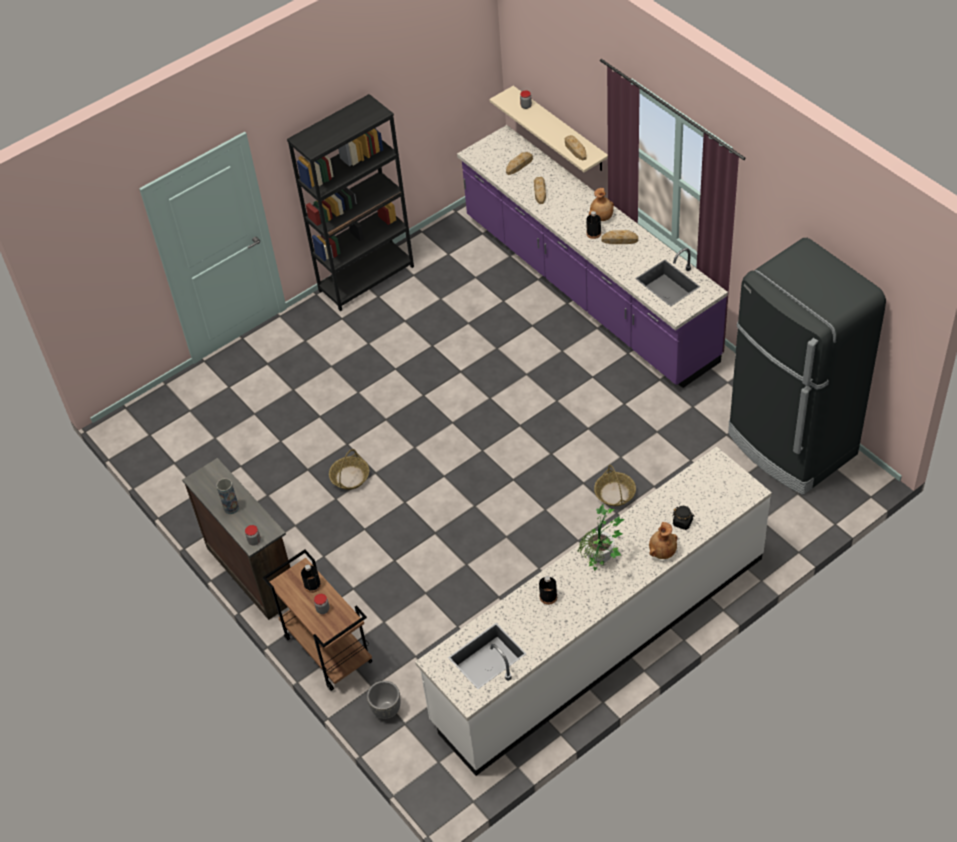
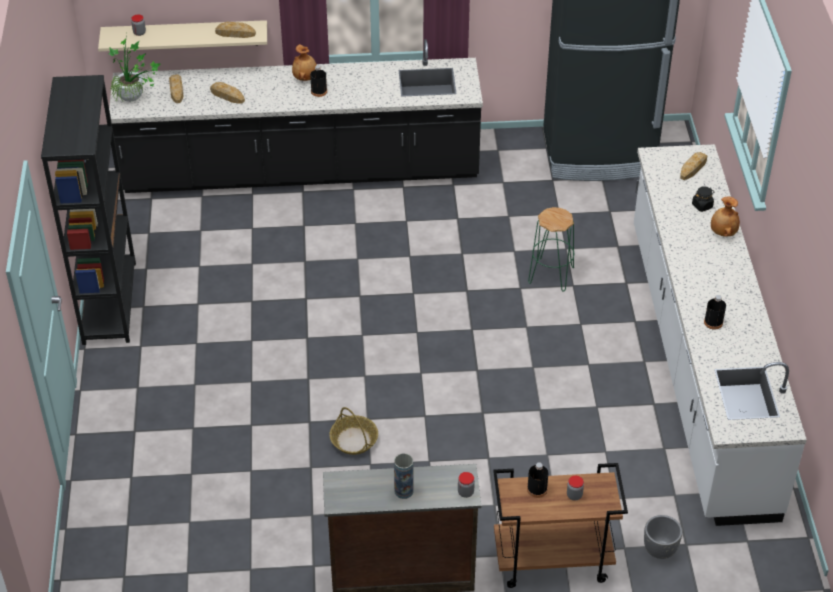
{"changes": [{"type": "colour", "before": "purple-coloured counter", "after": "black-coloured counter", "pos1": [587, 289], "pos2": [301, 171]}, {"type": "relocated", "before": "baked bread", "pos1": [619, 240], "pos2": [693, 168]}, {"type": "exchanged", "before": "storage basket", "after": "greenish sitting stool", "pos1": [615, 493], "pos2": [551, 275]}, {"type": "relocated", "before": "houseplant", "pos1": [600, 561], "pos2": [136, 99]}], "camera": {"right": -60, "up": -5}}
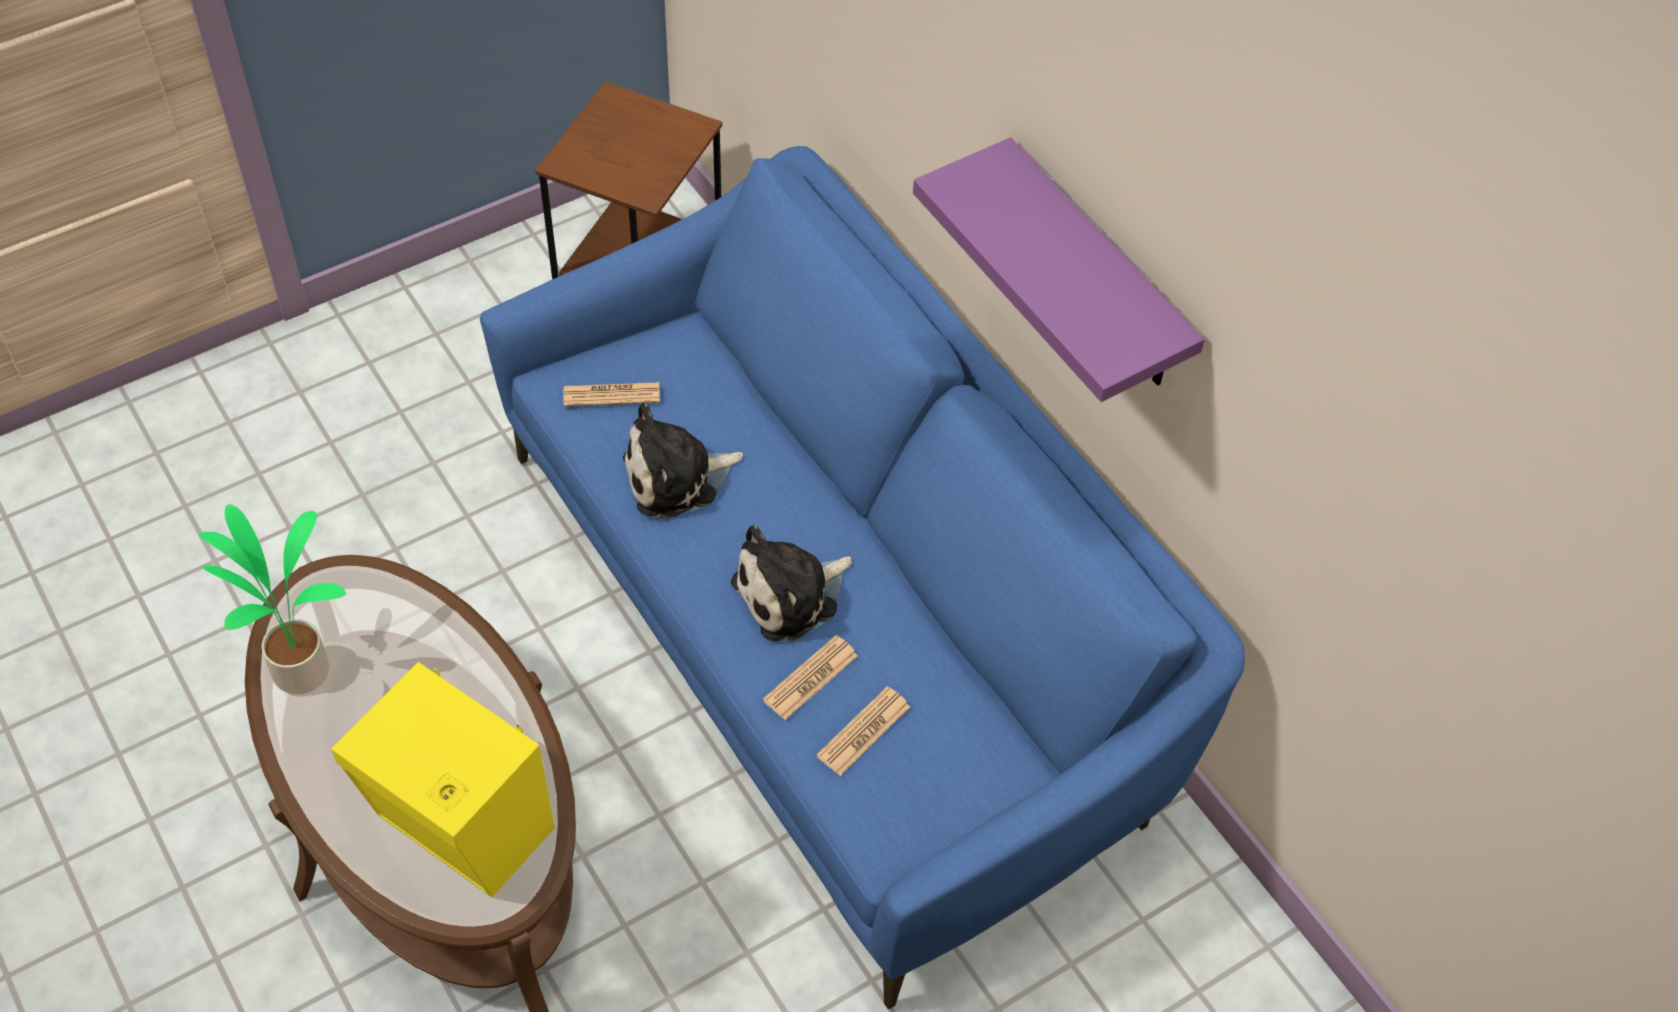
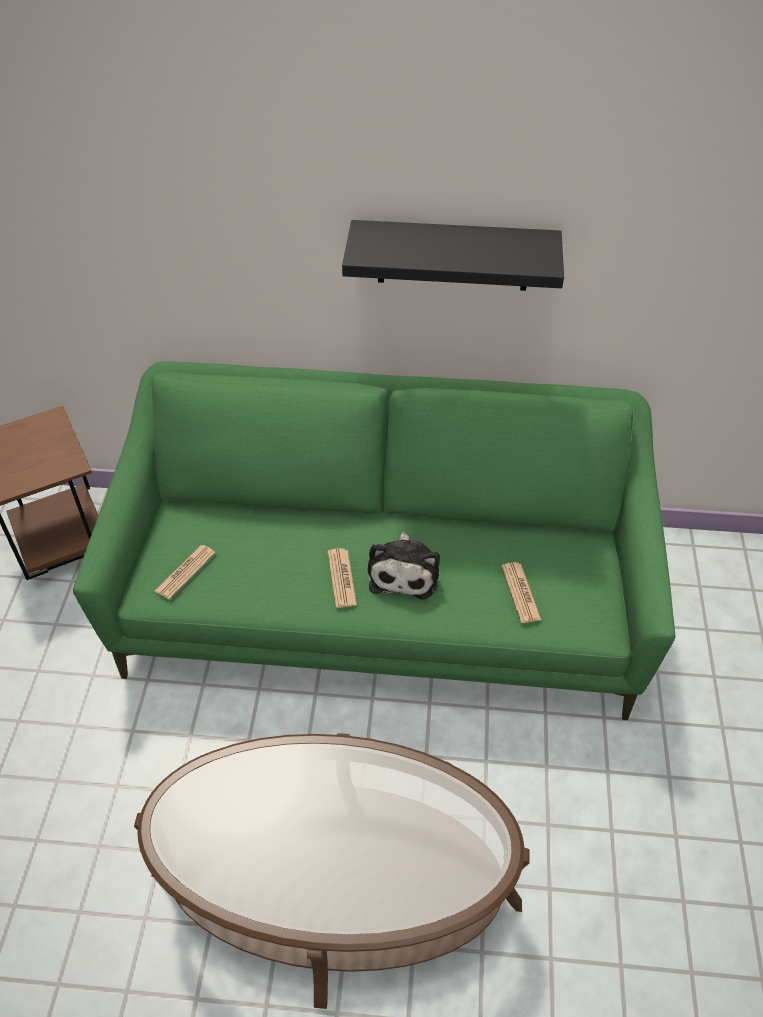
{"changes": [{"type": "colour", "before": "purple-coloured bracket shelf", "after": "black-coloured bracket shelf", "pos1": [1096, 271], "pos2": [453, 255]}, {"type": "colour", "before": "bluish couch", "after": "greenish couch", "pos1": [831, 636], "pos2": [381, 603]}, {"type": "missing", "before": "soft toy", "pos1": [677, 478]}, {"type": "missing", "before": "houseplant", "pos1": [300, 668]}, {"type": "relocated", "before": "printed paper", "pos1": [810, 678], "pos2": [341, 578]}, {"type": "missing", "before": "yellow-coloured audio speaker", "pos1": [462, 829]}], "camera": {"right": -50, "up": -5}}
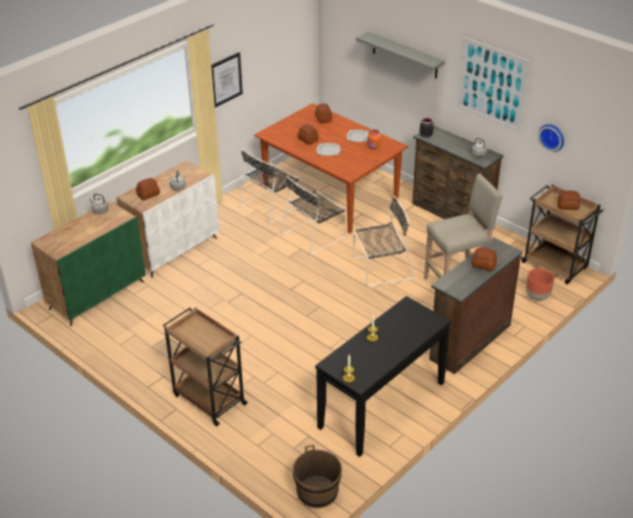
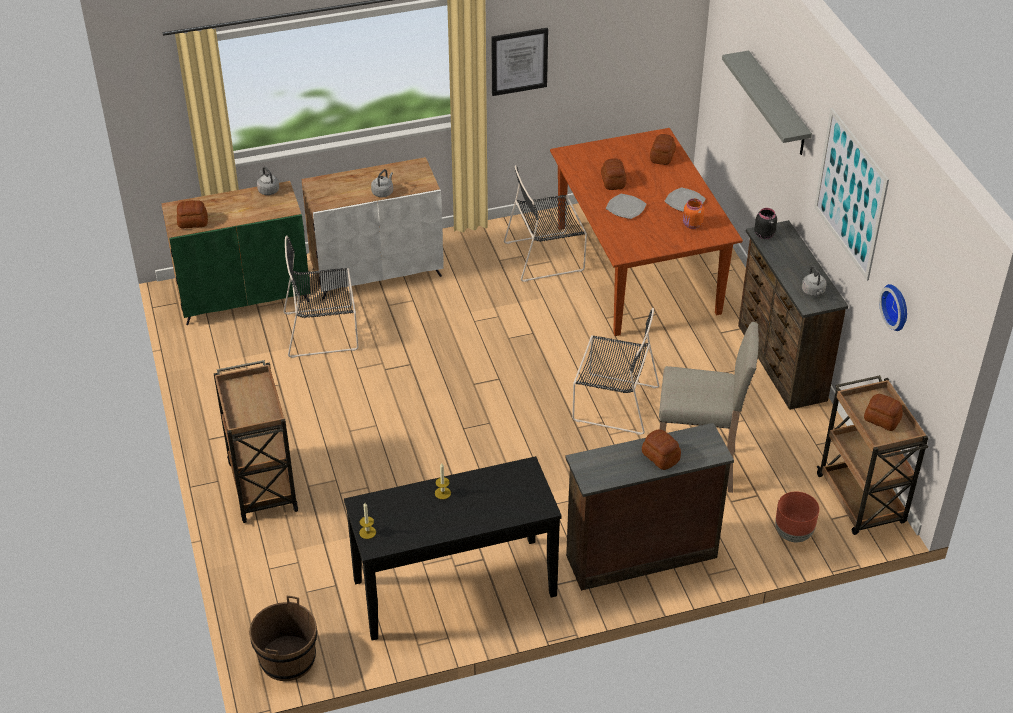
{"changes": [{"type": "relocated", "before": "black-coloured plain chair", "pos1": [315, 235], "pos2": [324, 331]}, {"type": "relocated", "before": "baked bread", "pos1": [148, 194], "pos2": [192, 222]}], "camera": {"right": 30, "up": 5}}
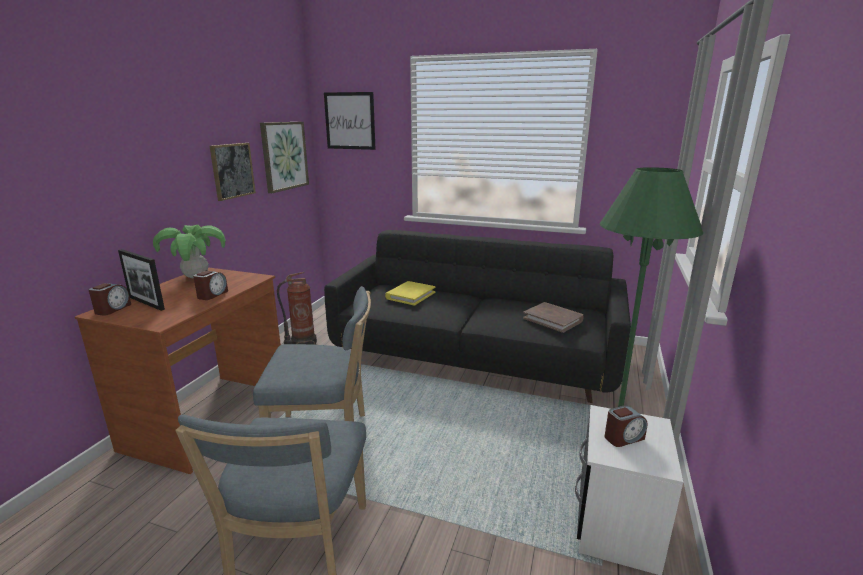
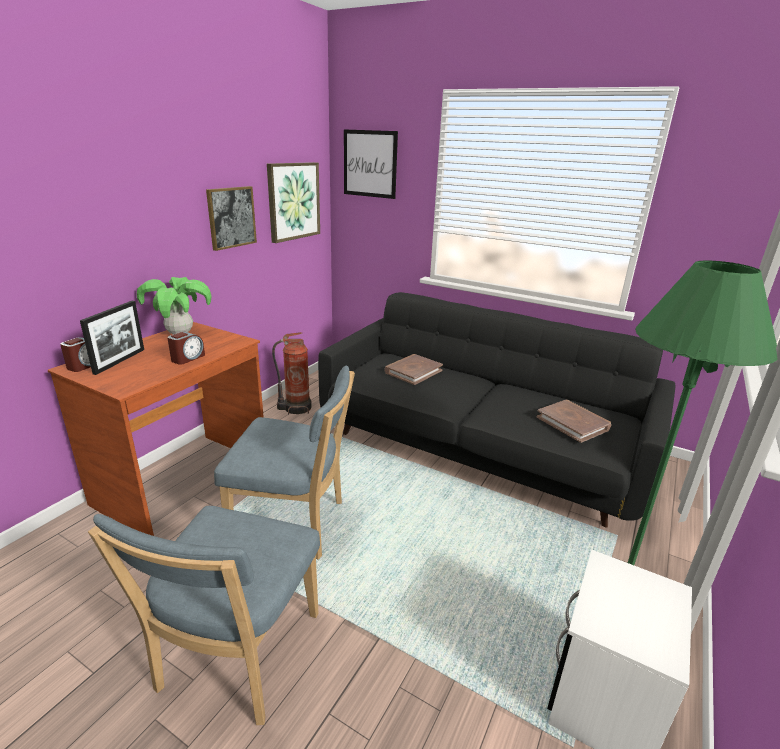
{"changes": [{"type": "spun", "before": "picture frame", "pos1": [146, 303], "pos2": [120, 361], "turn": -120}, {"type": "colour", "before": "yellow-coloured book", "after": "brownish book", "pos1": [410, 295], "pos2": [413, 371]}, {"type": "missing", "before": "table clock", "pos1": [623, 438]}], "camera": {"right": 10, "up": 5}}
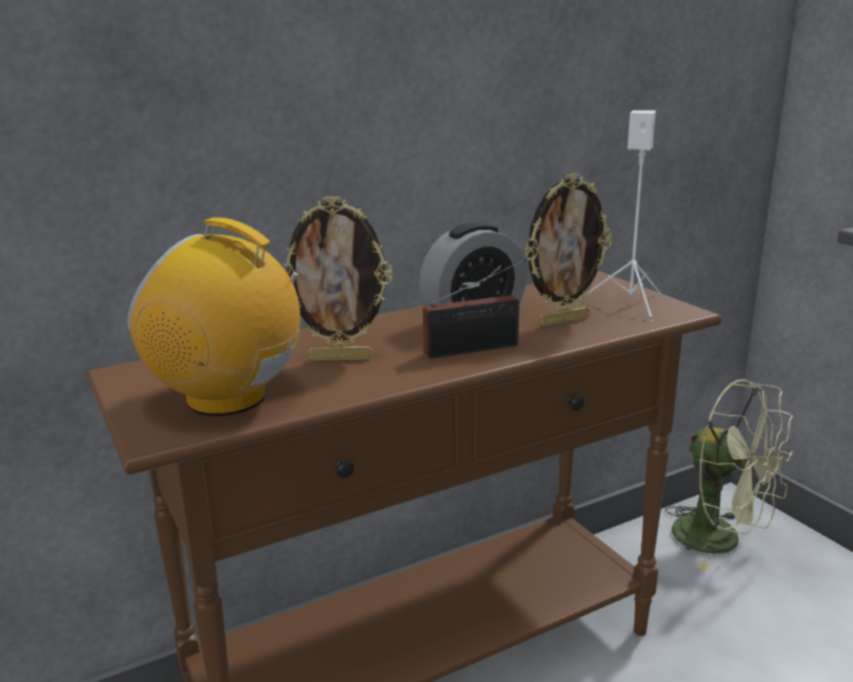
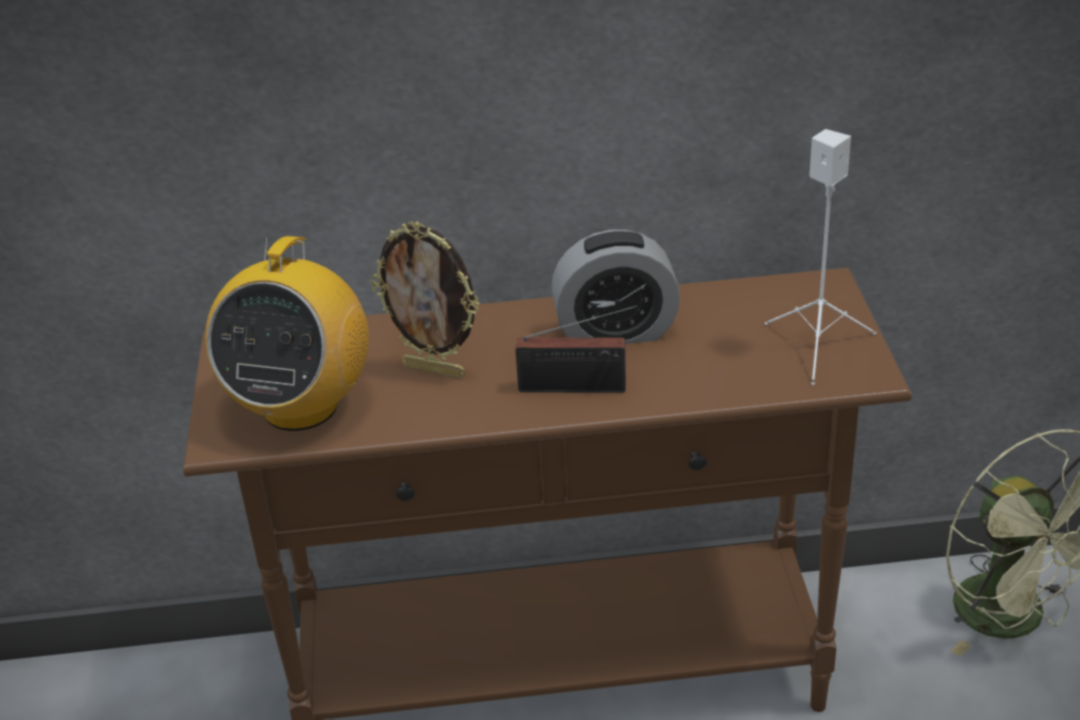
{"changes": [{"type": "missing", "before": "picture frame", "pos1": [563, 321]}, {"type": "spun", "before": "radio", "pos1": [228, 399], "pos2": [300, 406], "turn": -120}], "camera": {"right": 25, "up": 15}}
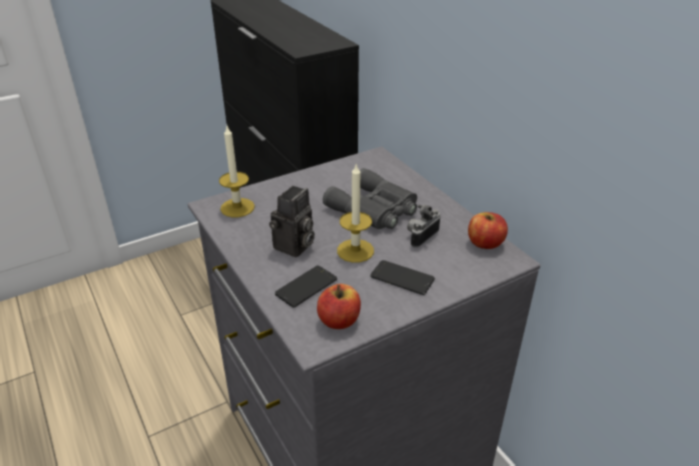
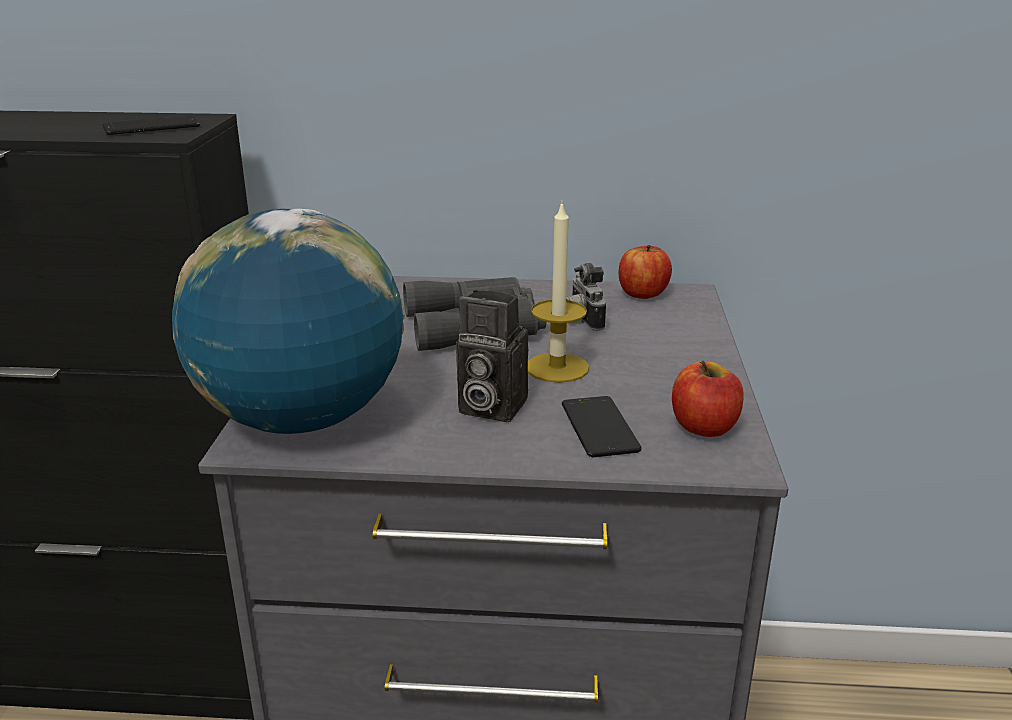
{"changes": [{"type": "exchanged", "before": "wax candle", "after": "globe", "pos1": [237, 207], "pos2": [302, 420]}, {"type": "spun", "before": "photo camera", "pos1": [294, 247], "pos2": [488, 407], "turn": 135}, {"type": "relocated", "before": "telephone", "pos1": [402, 278], "pos2": [151, 127]}], "camera": {"right": -55, "up": -10}}
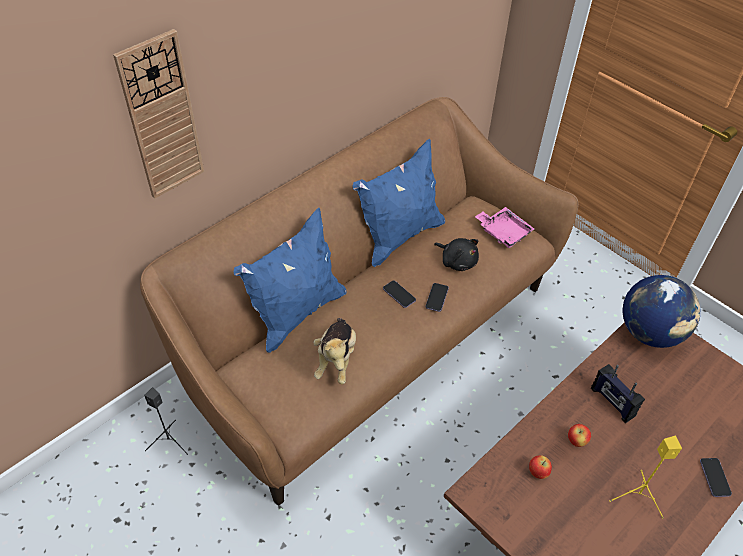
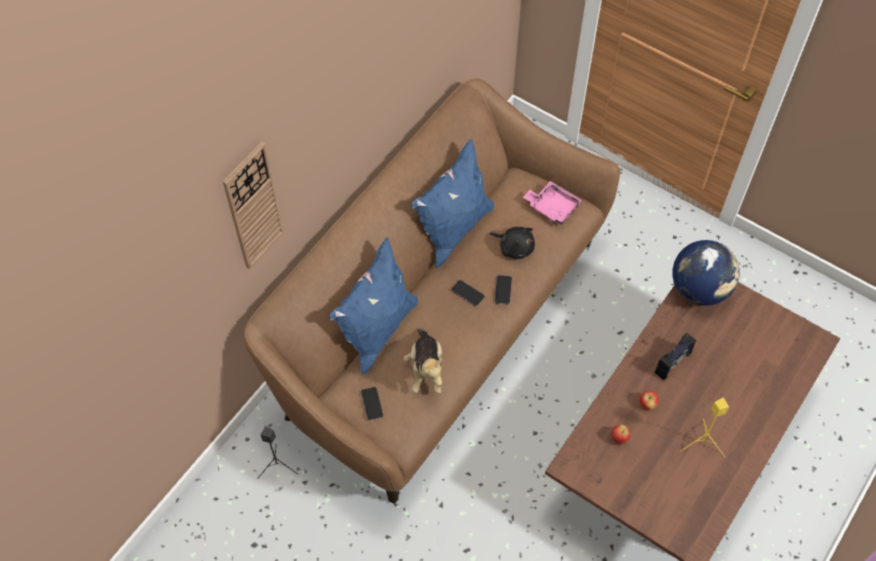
{"changes": [{"type": "spun", "before": "radio", "pos1": [612, 402], "pos2": [673, 363], "turn": -90}, {"type": "relocated", "before": "telephone", "pos1": [714, 478], "pos2": [372, 404]}], "camera": {"right": -10, "up": 10}}
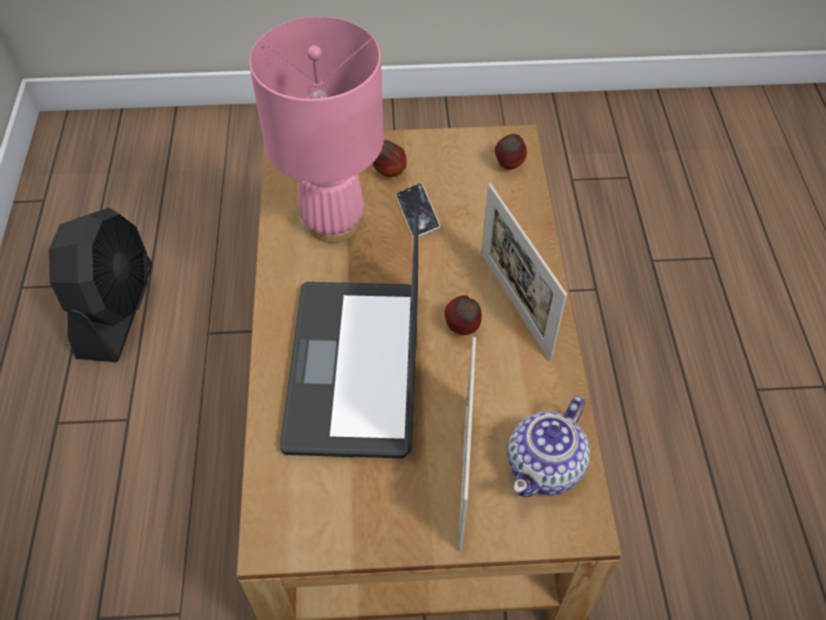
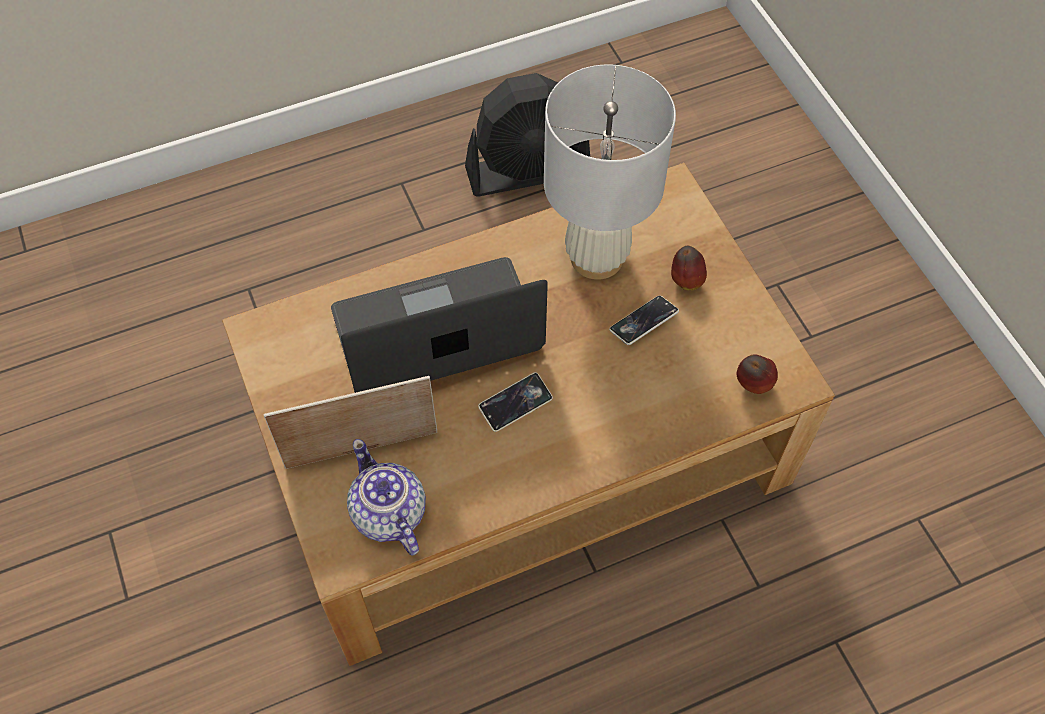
{"changes": [{"type": "colour", "before": "pink-coloured lamp for a table", "after": "white-coloured lamp for a table", "pos1": [333, 223], "pos2": [596, 257]}, {"type": "missing", "before": "picture frame", "pos1": [514, 304]}, {"type": "exchanged", "before": "apple", "after": "telephone", "pos1": [462, 329], "pos2": [515, 404]}, {"type": "spun", "before": "teapot", "pos1": [546, 466], "pos2": [389, 515], "turn": 45}], "camera": {"right": 70, "up": 5}}
